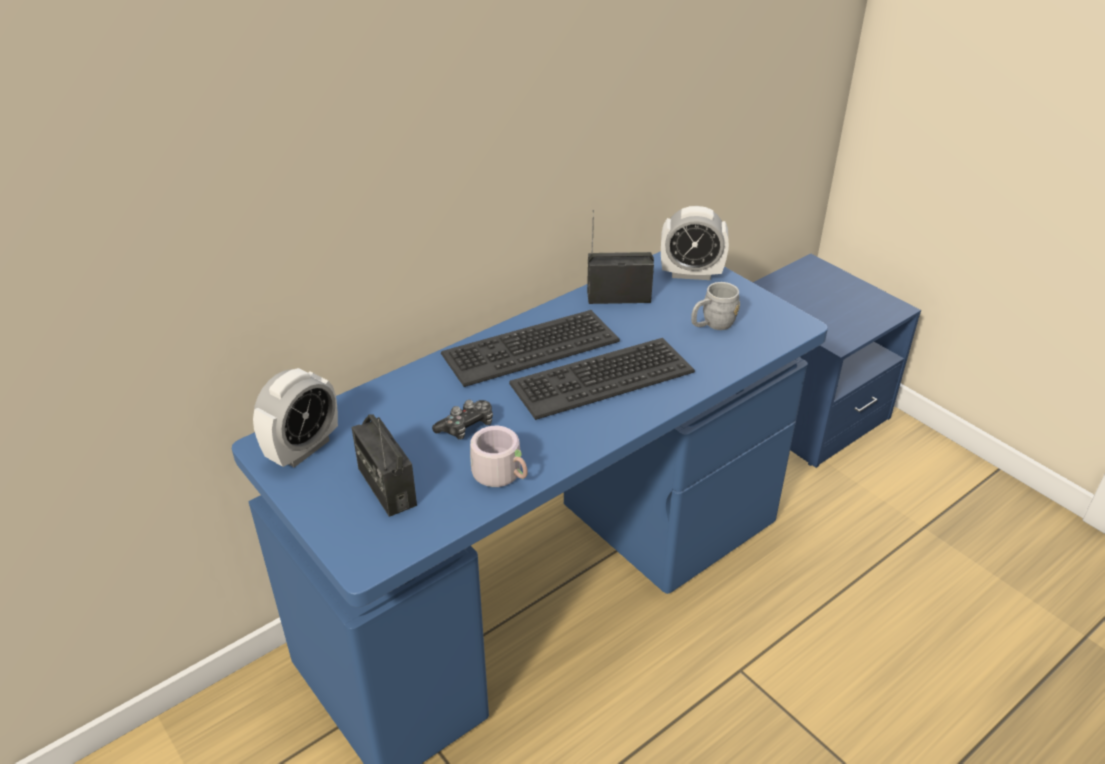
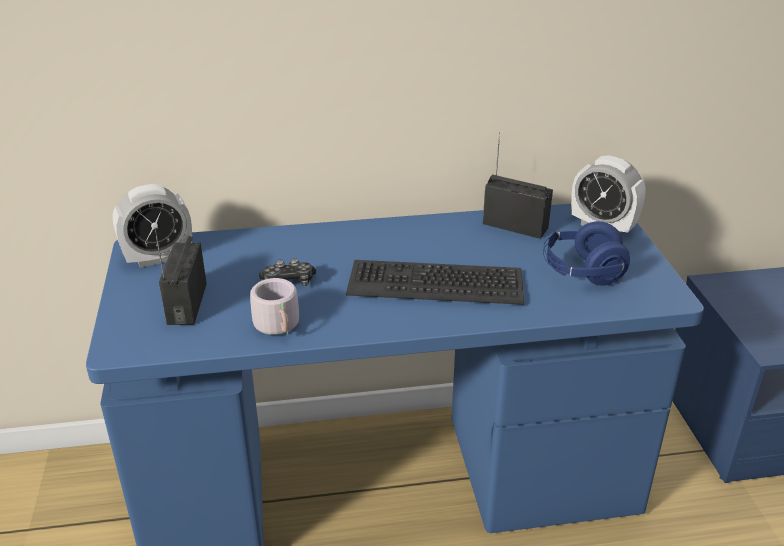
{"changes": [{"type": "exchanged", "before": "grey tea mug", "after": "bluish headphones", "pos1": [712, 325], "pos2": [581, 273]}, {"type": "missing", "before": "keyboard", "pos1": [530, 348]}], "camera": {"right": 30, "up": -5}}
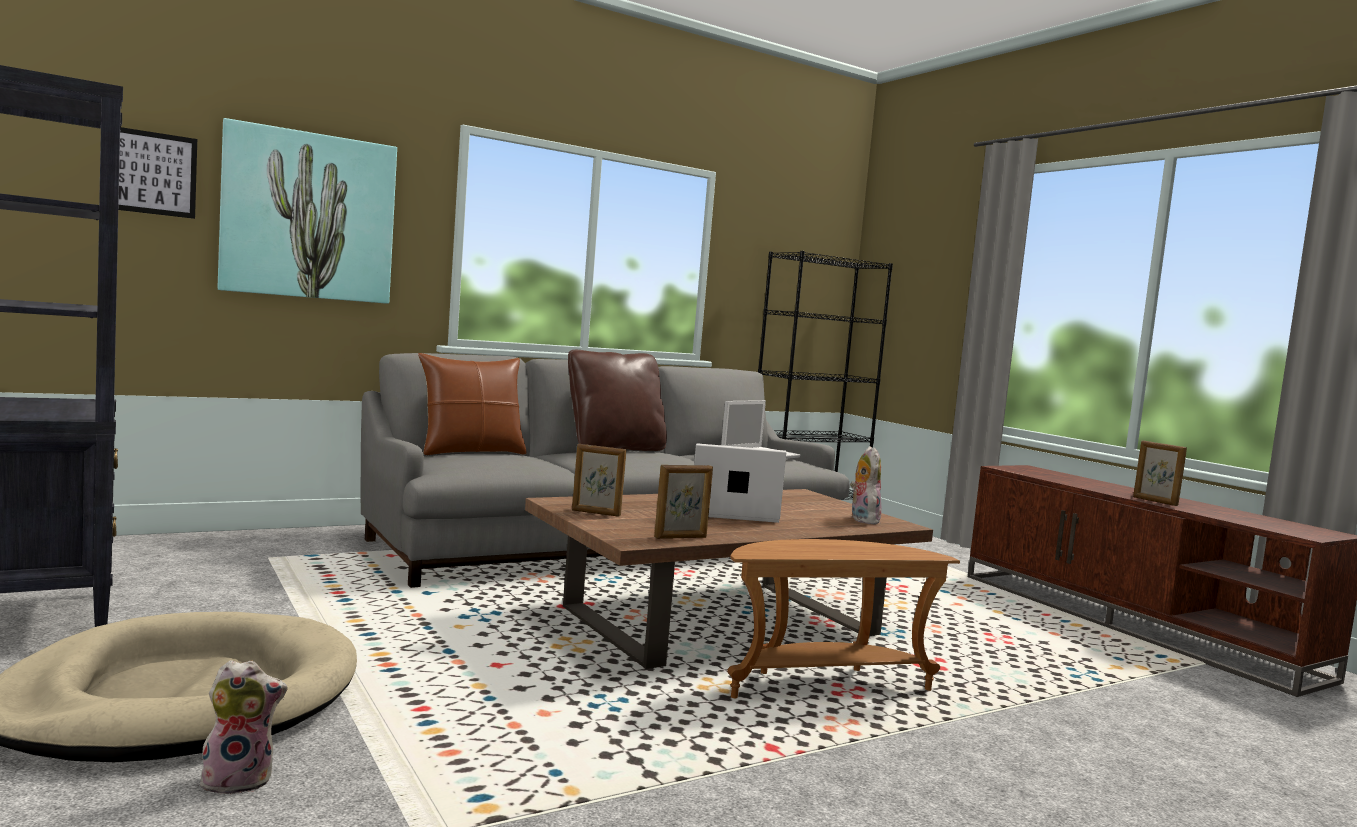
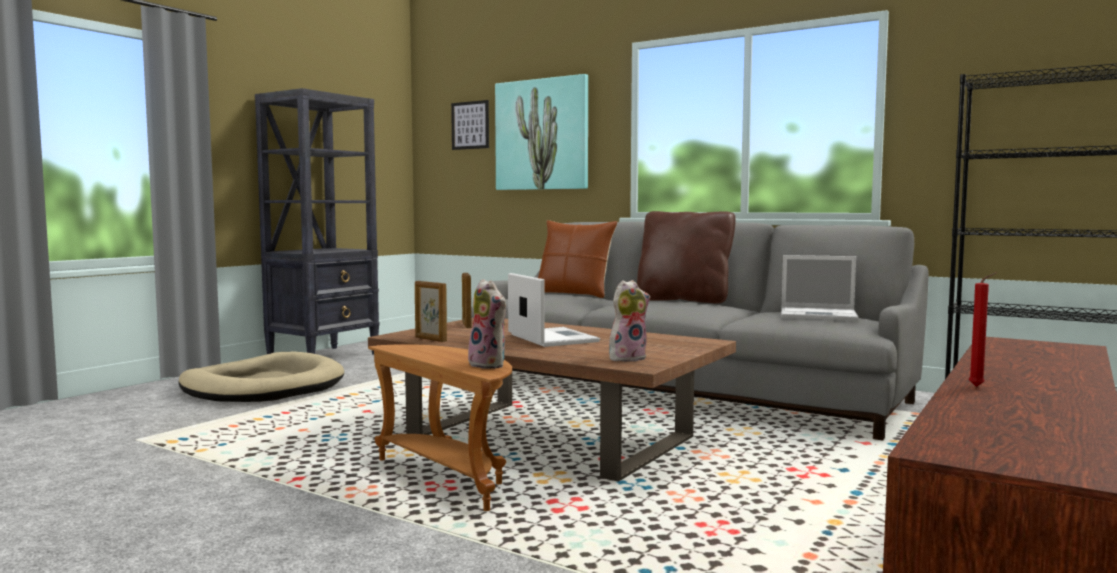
{"changes": [{"type": "exchanged", "before": "picture frame", "after": "reddish wax candle", "pos1": [1154, 501], "pos2": [979, 387]}, {"type": "relocated", "before": "soft toy", "pos1": [240, 780], "pos2": [490, 365]}], "camera": {"right": 65, "up": 0}}
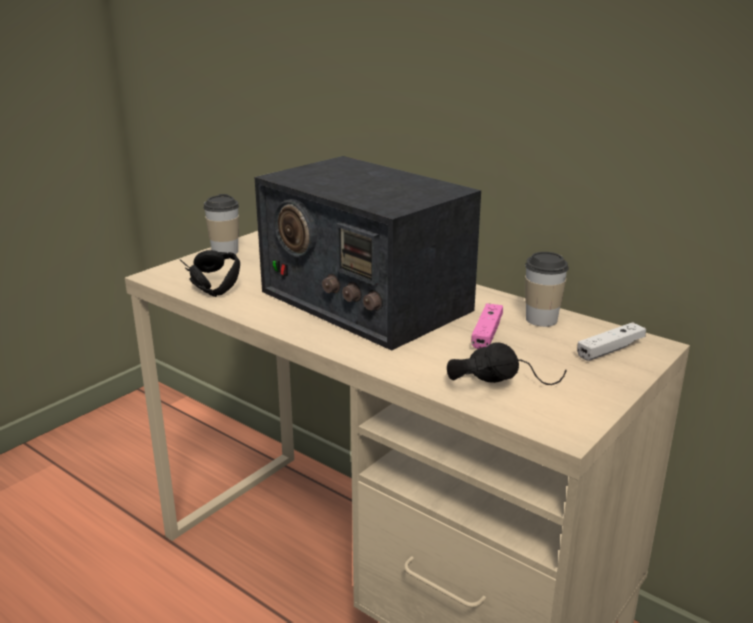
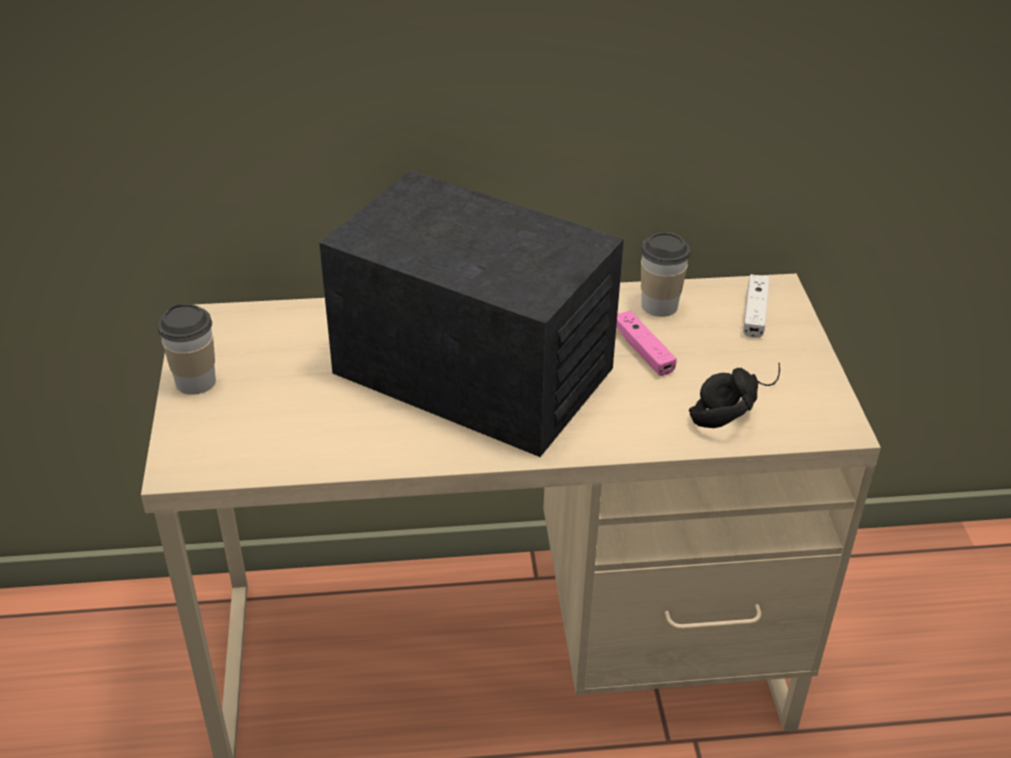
{"changes": [{"type": "spun", "before": "radio", "pos1": [364, 300], "pos2": [474, 371], "turn": -150}, {"type": "missing", "before": "black-coloured headphones", "pos1": [201, 285]}], "camera": {"right": -45, "up": 15}}
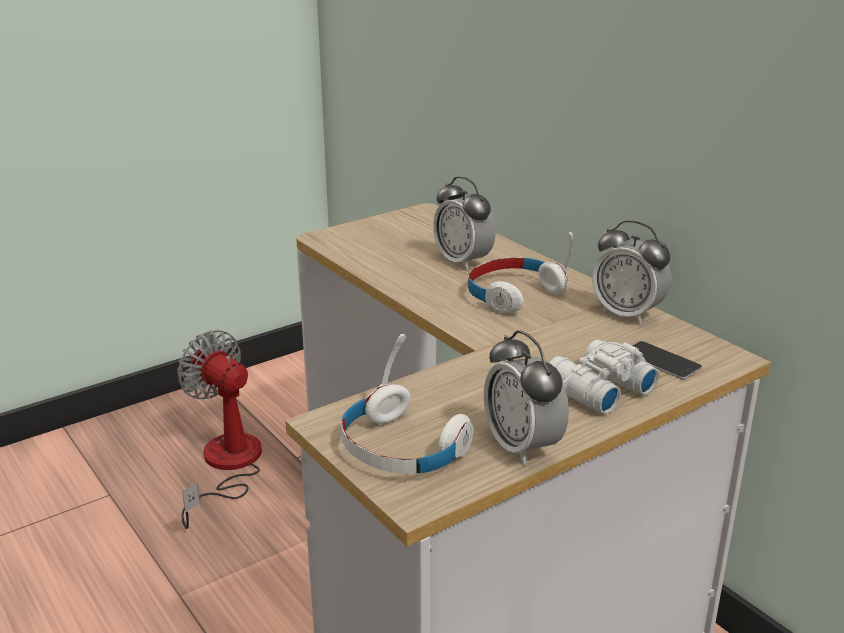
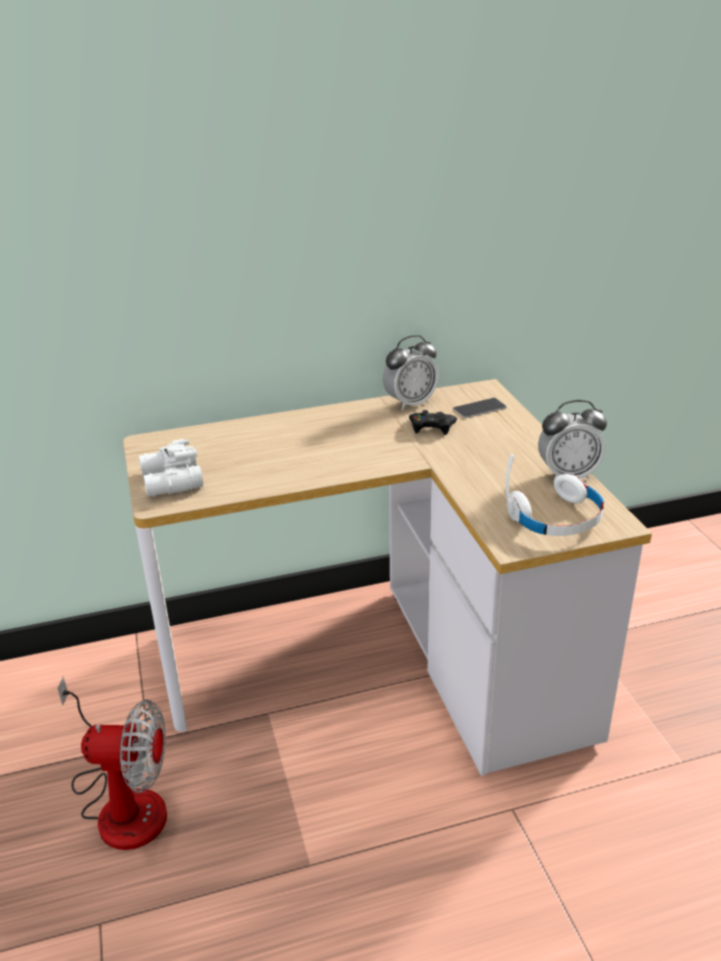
{"changes": [{"type": "missing", "before": "table clock", "pos1": [463, 261]}, {"type": "missing", "before": "white-coloured headphones", "pos1": [513, 294]}, {"type": "spun", "before": "cooling fan", "pos1": [226, 466], "pos2": [122, 802], "turn": -150}, {"type": "relocated", "before": "white-coloured field glasses", "pos1": [597, 389], "pos2": [170, 481]}, {"type": "appeared", "after": "black-coloured joypad", "pos2": [432, 427]}], "camera": {"right": -70, "up": 5}}
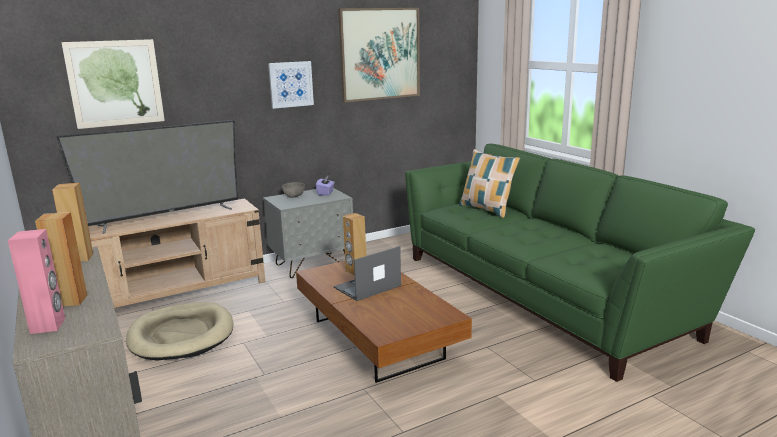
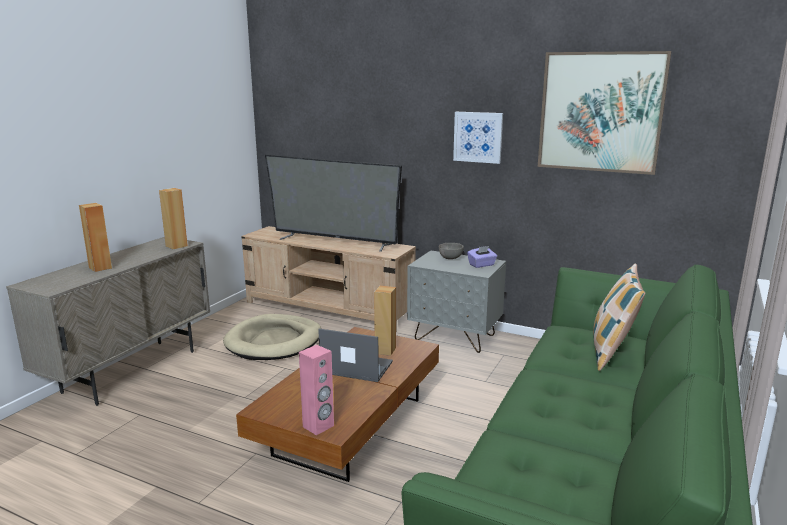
{"changes": [{"type": "missing", "before": "picture", "pos1": [115, 83]}, {"type": "relocated", "before": "pink-coloured audio speaker", "pos1": [48, 326], "pos2": [318, 426]}], "camera": {"right": 55, "up": 0}}
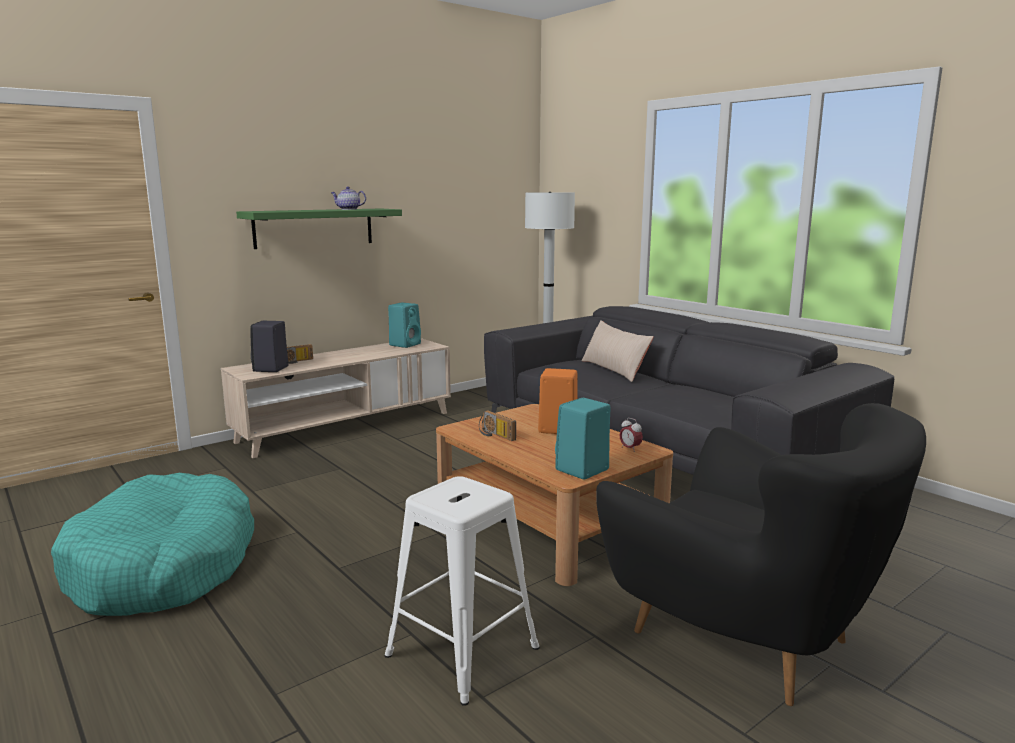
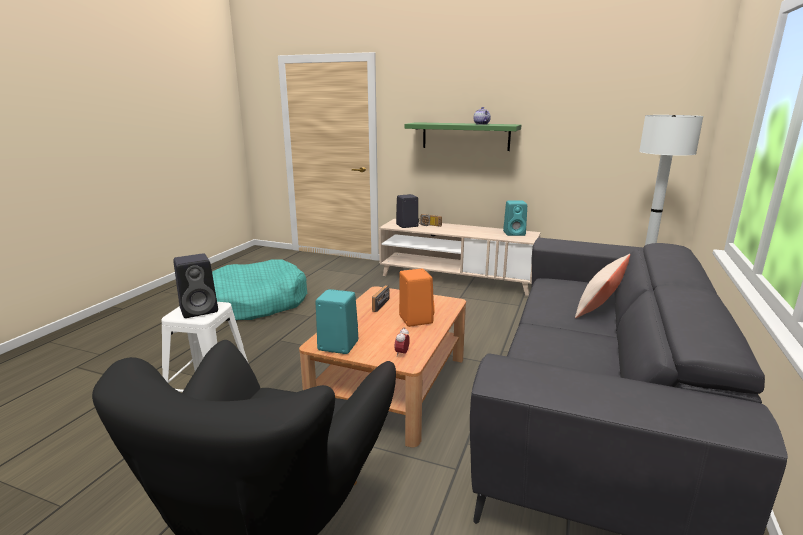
{"changes": [{"type": "appeared", "after": "black-coloured audio speaker", "pos2": [200, 310]}], "camera": {"right": 60, "up": 5}}
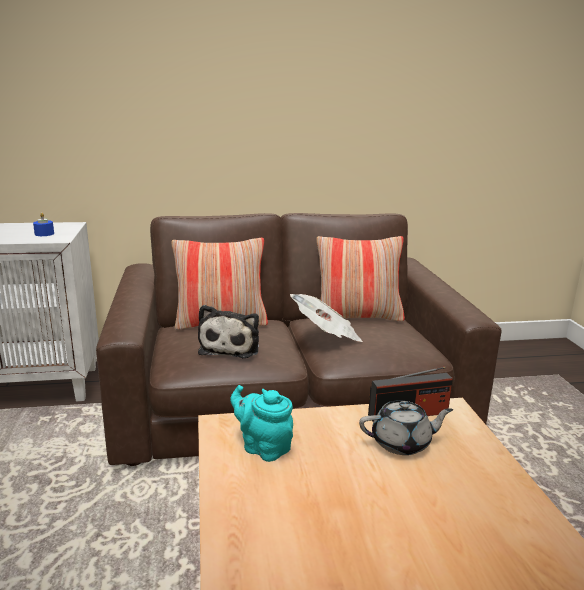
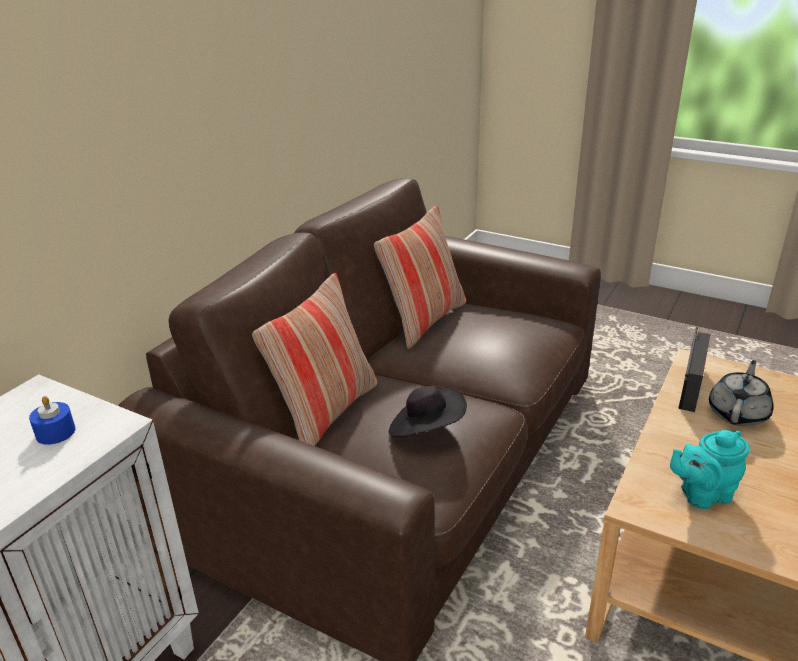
{"changes": [{"type": "missing", "before": "printed paper", "pos1": [326, 335]}, {"type": "exchanged", "before": "soft toy", "after": "black-coloured hat", "pos1": [231, 346], "pos2": [426, 430]}], "camera": {"right": -50, "up": 10}}
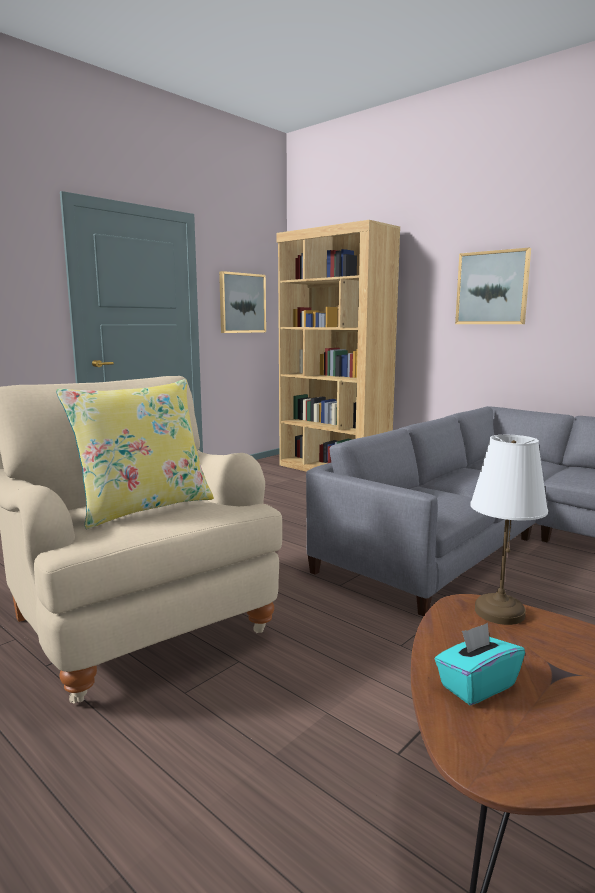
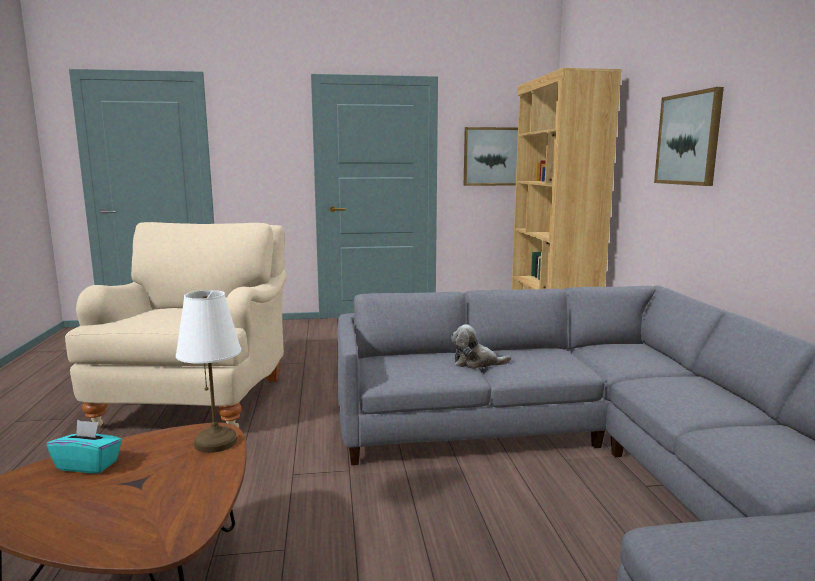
{"changes": [{"type": "missing", "before": "yellow-coloured throw pillow", "pos1": [144, 507]}, {"type": "appeared", "after": "soft toy", "pos2": [476, 363]}], "camera": {"right": 40, "up": 0}}
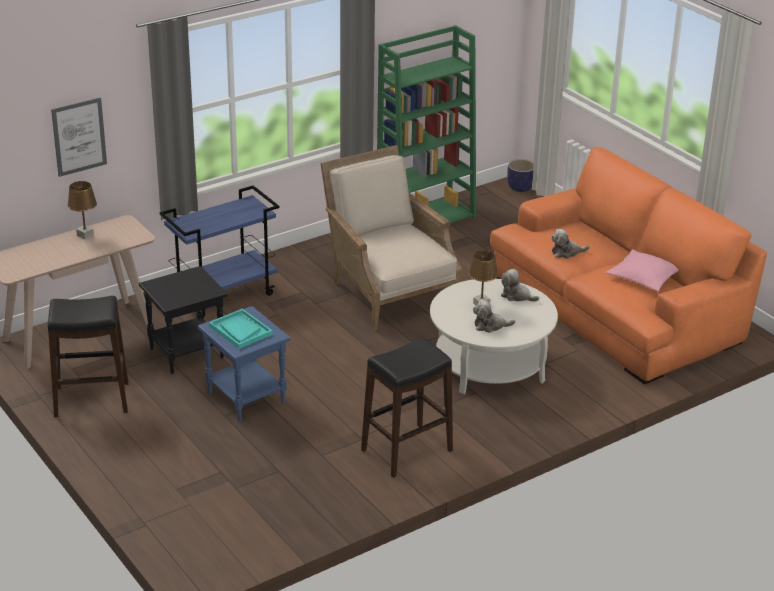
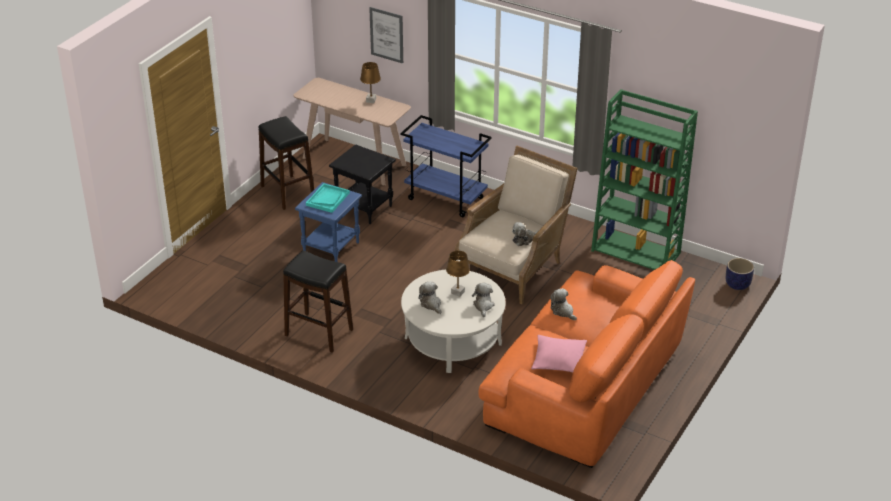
{"changes": [{"type": "appeared", "after": "soft toy", "pos2": [524, 239]}], "camera": {"right": 65, "up": 5}}
